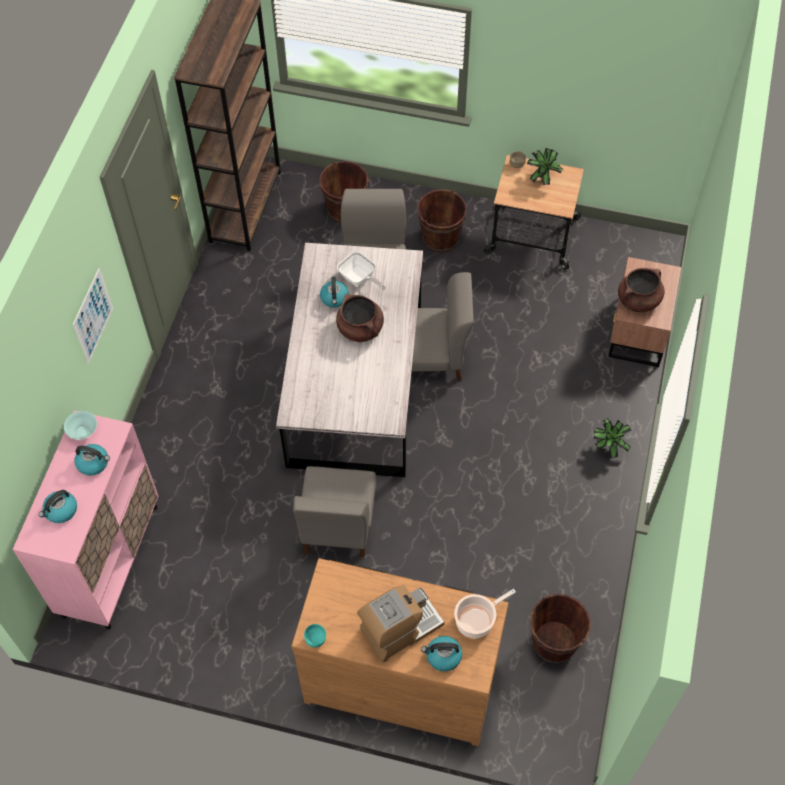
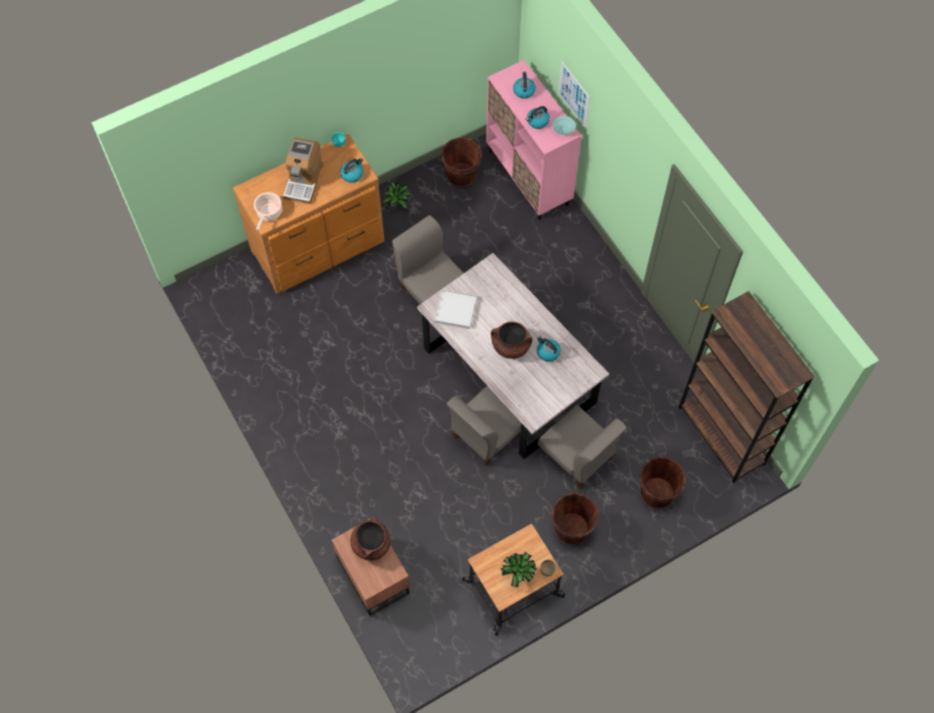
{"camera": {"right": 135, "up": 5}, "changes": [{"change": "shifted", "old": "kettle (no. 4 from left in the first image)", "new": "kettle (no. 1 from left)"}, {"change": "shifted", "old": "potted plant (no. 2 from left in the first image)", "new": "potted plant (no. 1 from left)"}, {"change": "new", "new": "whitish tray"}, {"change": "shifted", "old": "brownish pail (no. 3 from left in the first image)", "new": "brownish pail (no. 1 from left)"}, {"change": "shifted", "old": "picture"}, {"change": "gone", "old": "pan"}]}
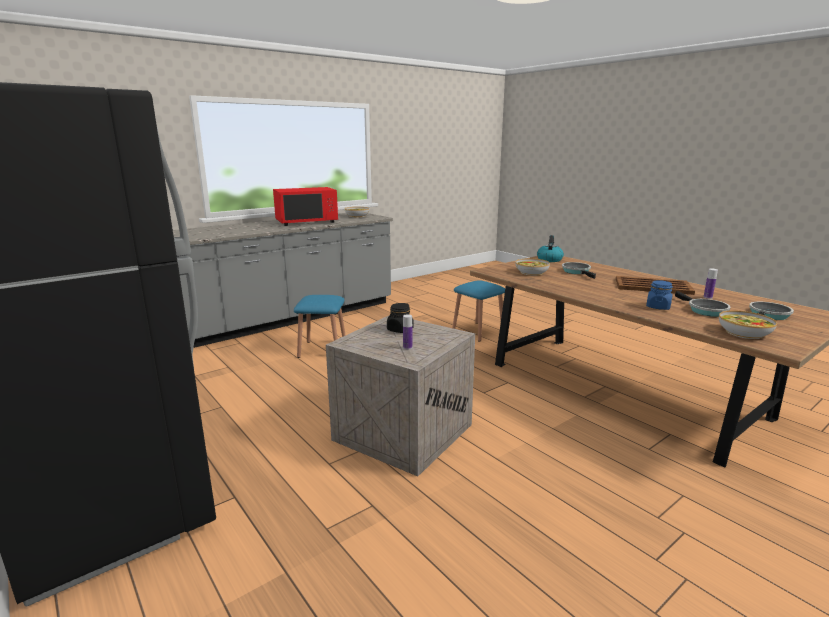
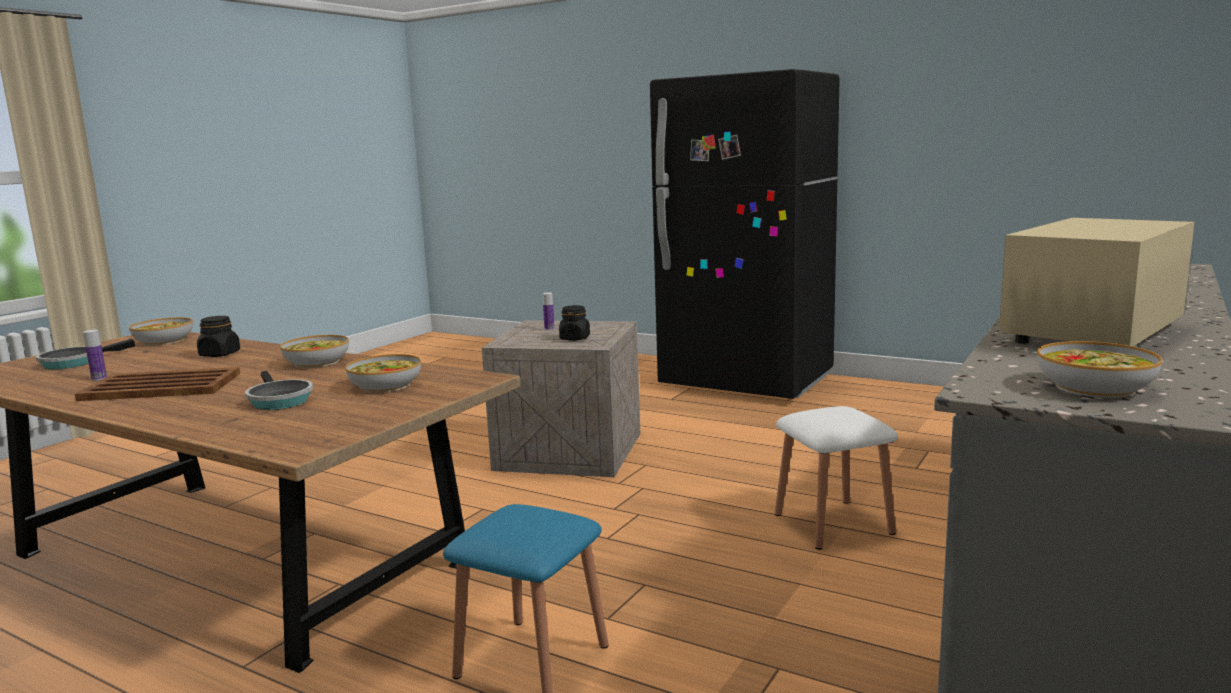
{"camera": {"right": 160, "up": -5}, "changes": [{"change": "repainted", "old": "blue preserve jar", "new": "black preserve jar (no. 1 from left)"}, {"change": "new", "new": "bowl (no. 2 from left)"}, {"change": "repainted", "old": "blue sitting stool (no. 1 from left)", "new": "whitish sitting stool"}, {"change": "repainted", "old": "red-coloured kitchen microwave", "new": "beige-coloured kitchen microwave"}, {"change": "gone", "old": "kettle"}, {"change": "gone", "old": "pan (no. 2 from left)"}]}
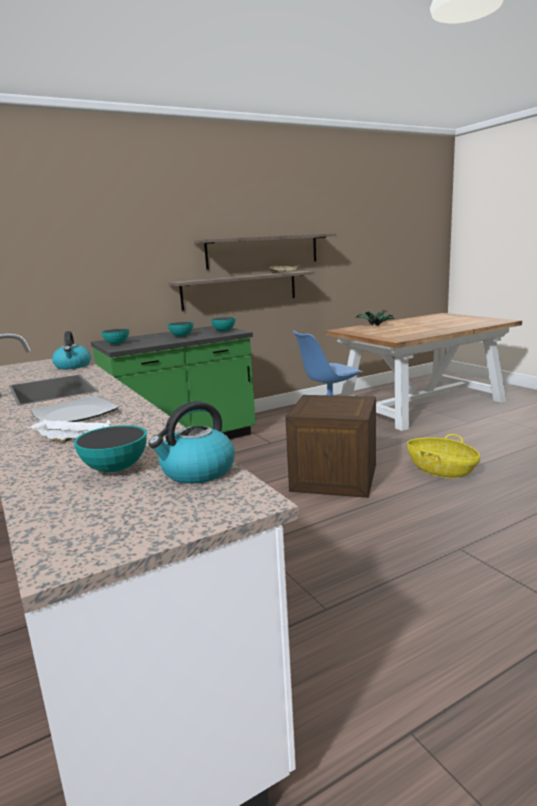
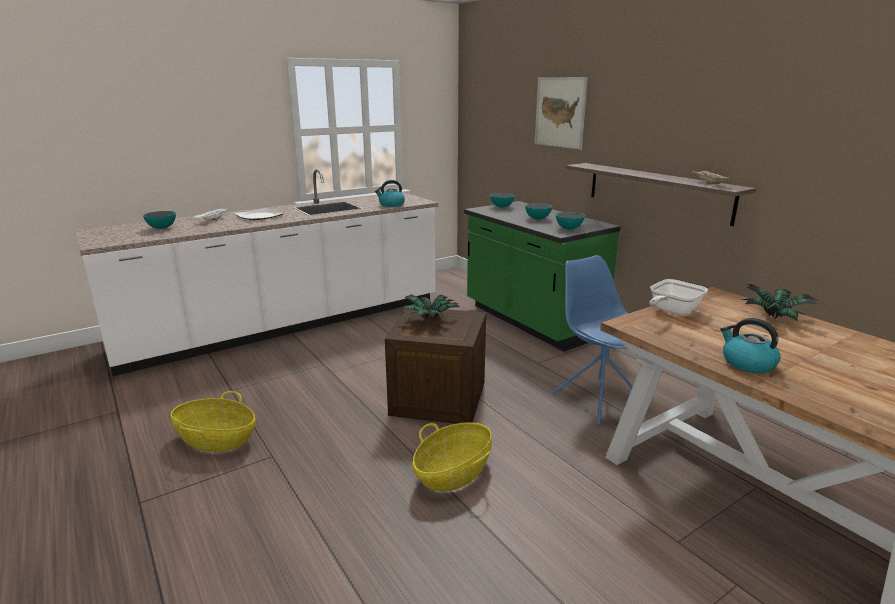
{"camera": {"right": 85, "up": 5}, "changes": [{"change": "new", "new": "household basket (no. 1 from left)"}, {"change": "new", "new": "potted plant (no. 1 from left)"}, {"change": "new", "new": "picture"}, {"change": "new", "new": "pan"}, {"change": "shifted", "old": "kettle (no. 2 from left)"}, {"change": "gone", "old": "wall shelf (no. 2 from left)"}]}
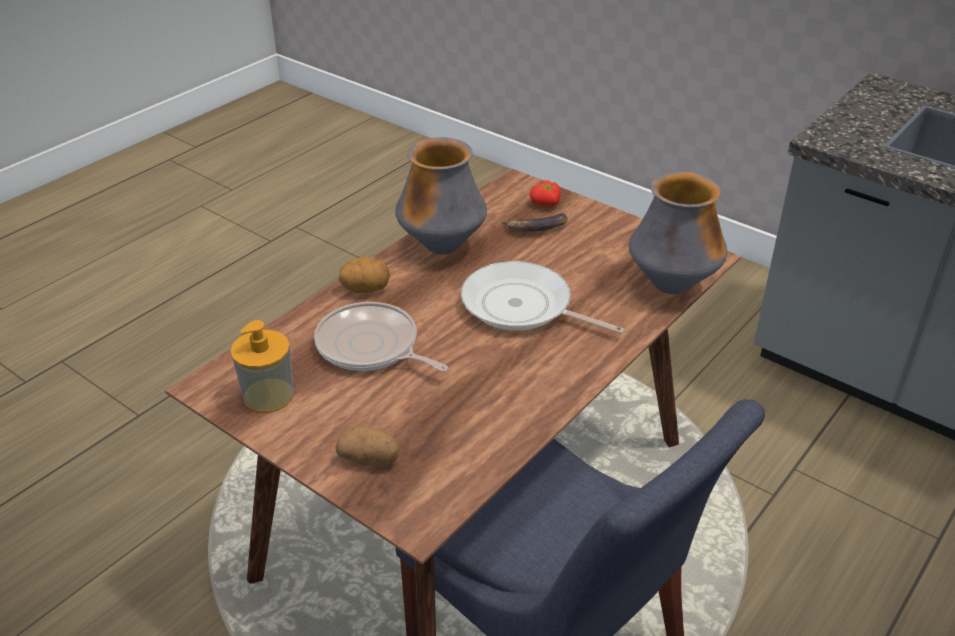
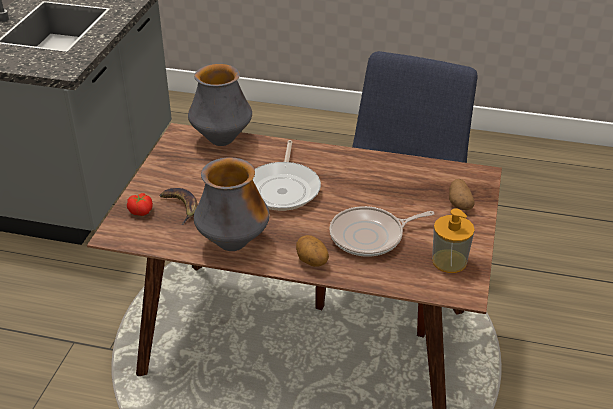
{"camera": {"right": -115, "up": 0}, "changes": [{"change": "rotated", "old": "pan (no. 1 from left in the first image)", "degrees": 60}]}
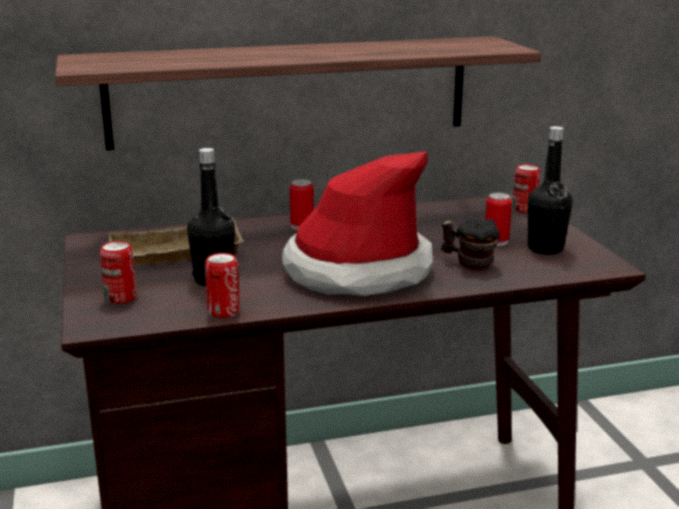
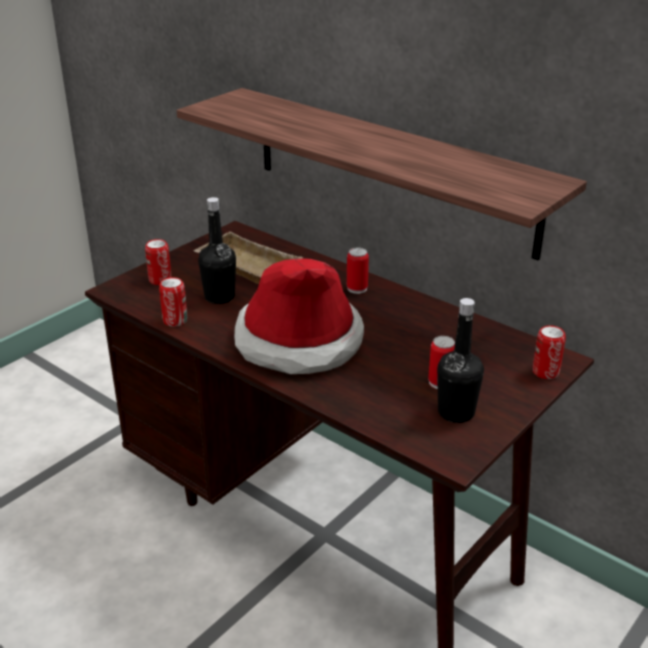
{"camera": {"right": 55, "up": 10}, "changes": [{"change": "gone", "old": "coffee mug"}]}
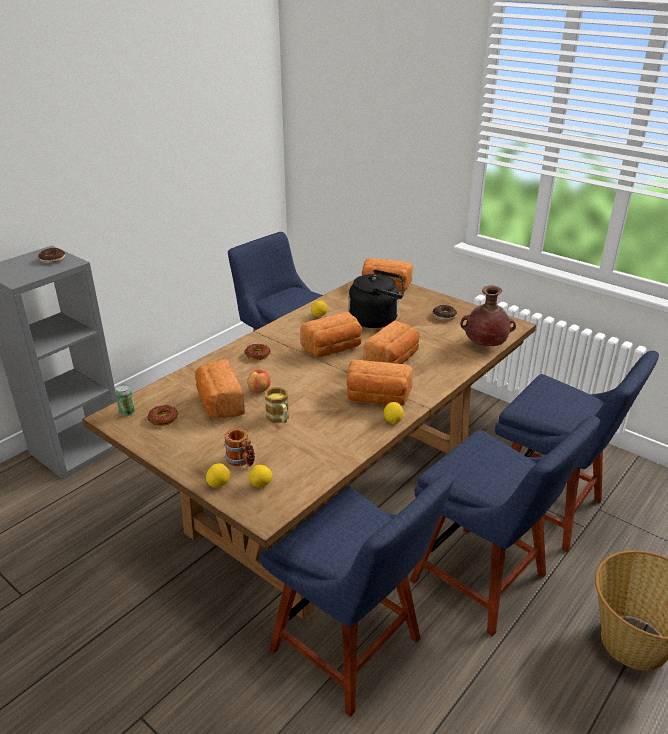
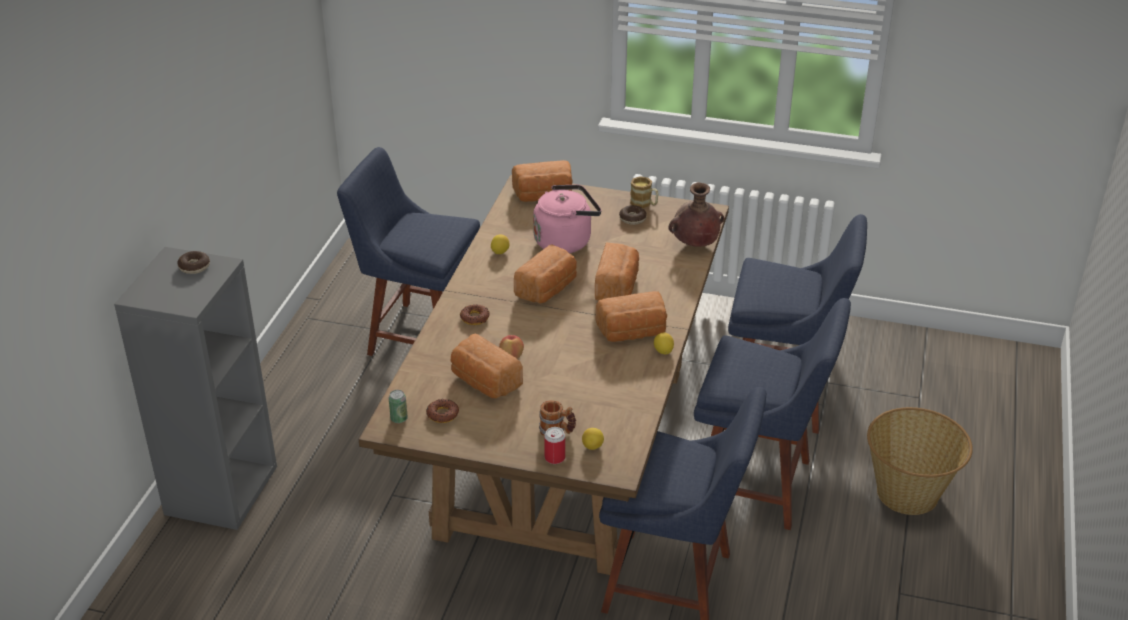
{"camera": {"right": -25, "up": 5}, "changes": [{"change": "repainted", "old": "black kettle", "new": "pink-coloured kettle"}, {"change": "swapped", "old": "whole lemon (no. 1 from left)", "new": "can (no. 2 from left)"}, {"change": "shifted", "old": "coffee mug (no. 2 from left)"}]}
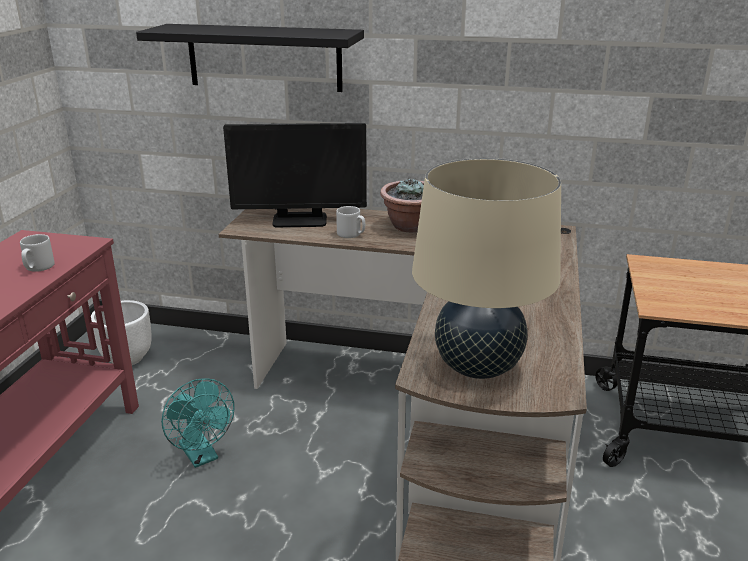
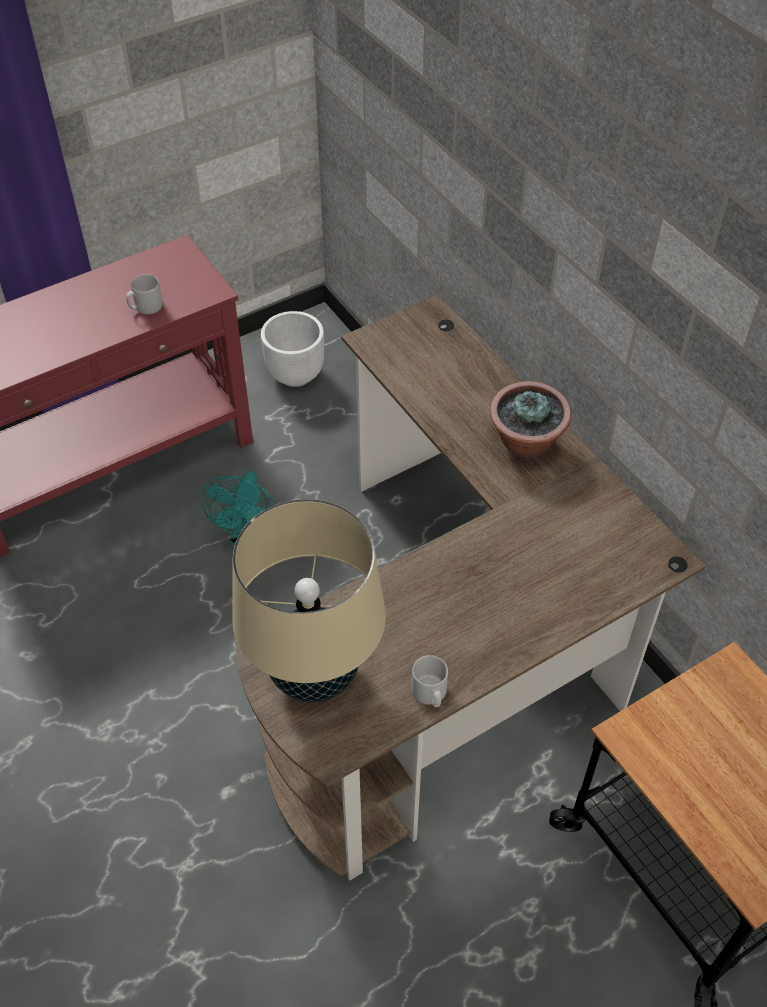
{"camera": {"right": 45, "up": 25}, "changes": [{"change": "shifted", "old": "gray coffee mug (no. 2 from left)"}, {"change": "gone", "old": "black wall shelf"}, {"change": "gone", "old": "monitor"}]}
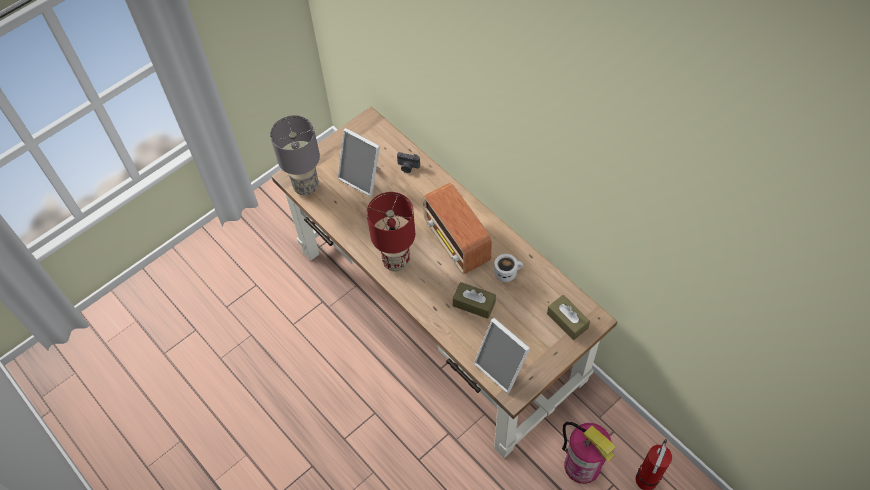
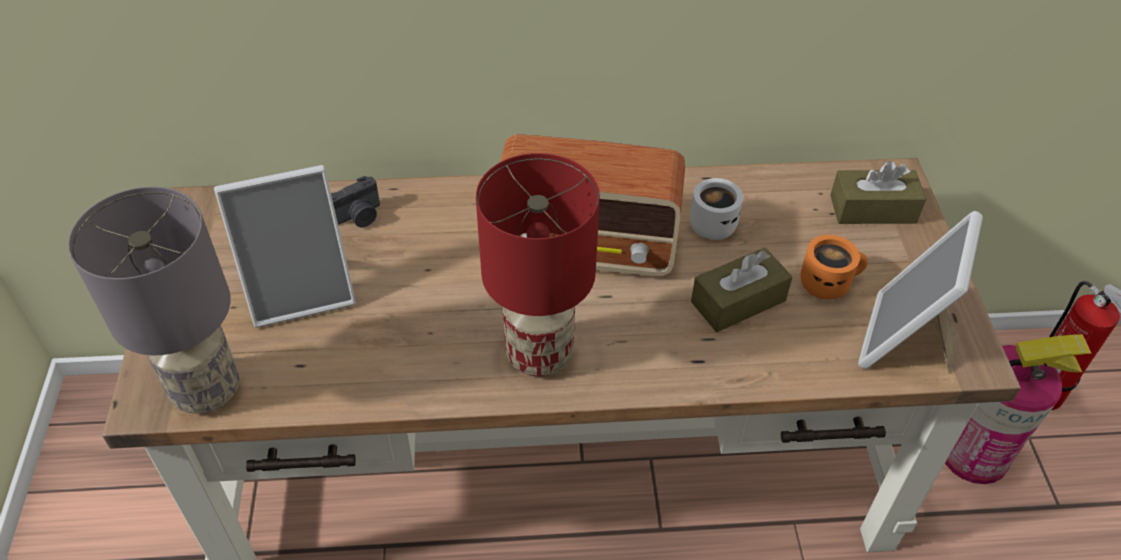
{"camera": {"right": -55, "up": -10}, "changes": [{"change": "new", "new": "orangey coffee mug"}, {"change": "rotated", "old": "standing frame (no. 2 from left)", "degrees": 120}]}
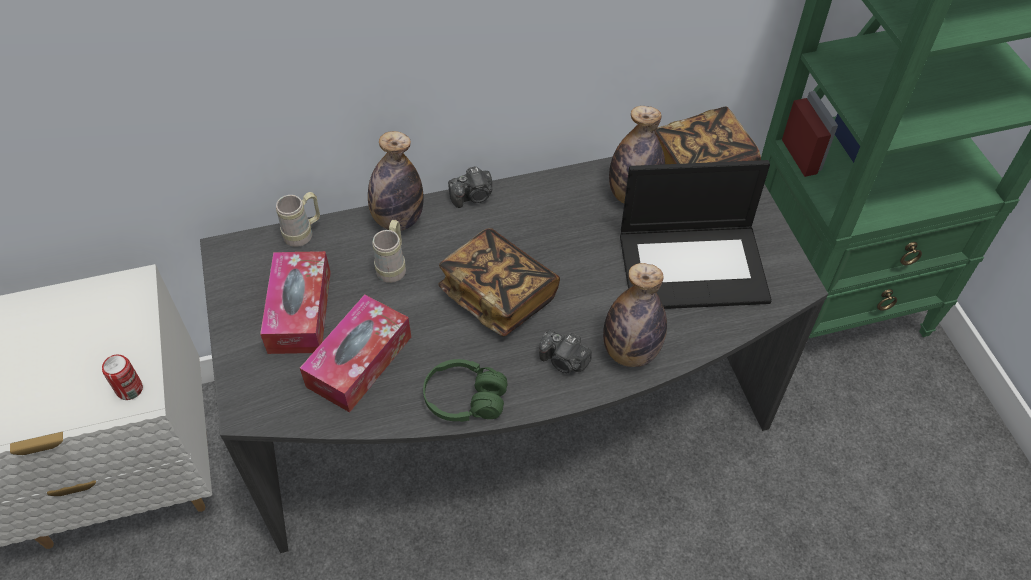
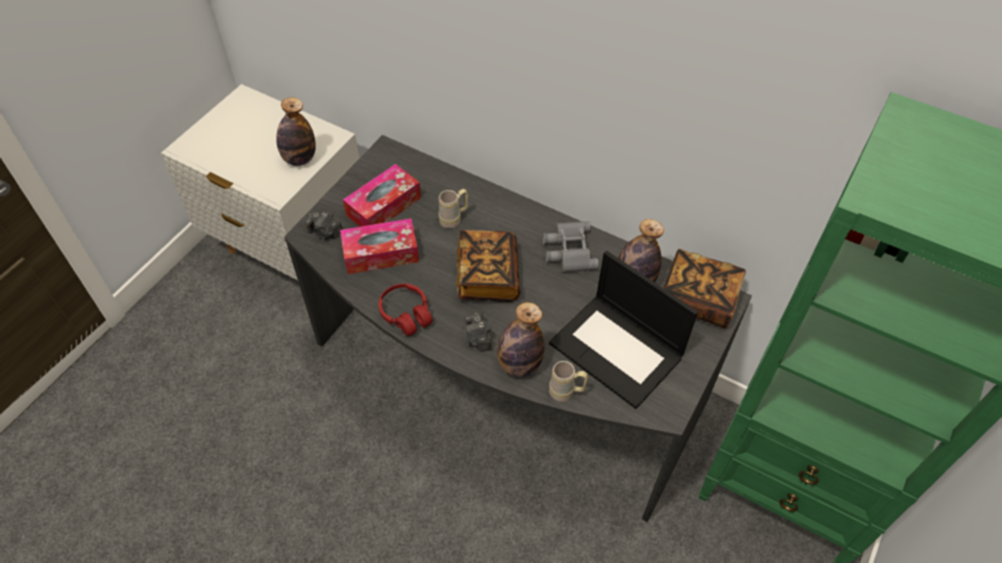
{"camera": {"right": 45, "up": 0}, "changes": [{"change": "shifted", "old": "beverage bottle (no. 1 from left)"}, {"change": "shifted", "old": "still camera (no. 1 from left)"}, {"change": "repainted", "old": "greenish pair of headphones", "new": "red-coloured pair of headphones"}, {"change": "new", "new": "gray field glasses"}, {"change": "shifted", "old": "beige-coloured coffee mug (no. 1 from left in the first image)", "new": "beige-coloured coffee mug (no. 2 from left)"}, {"change": "gone", "old": "can"}]}
